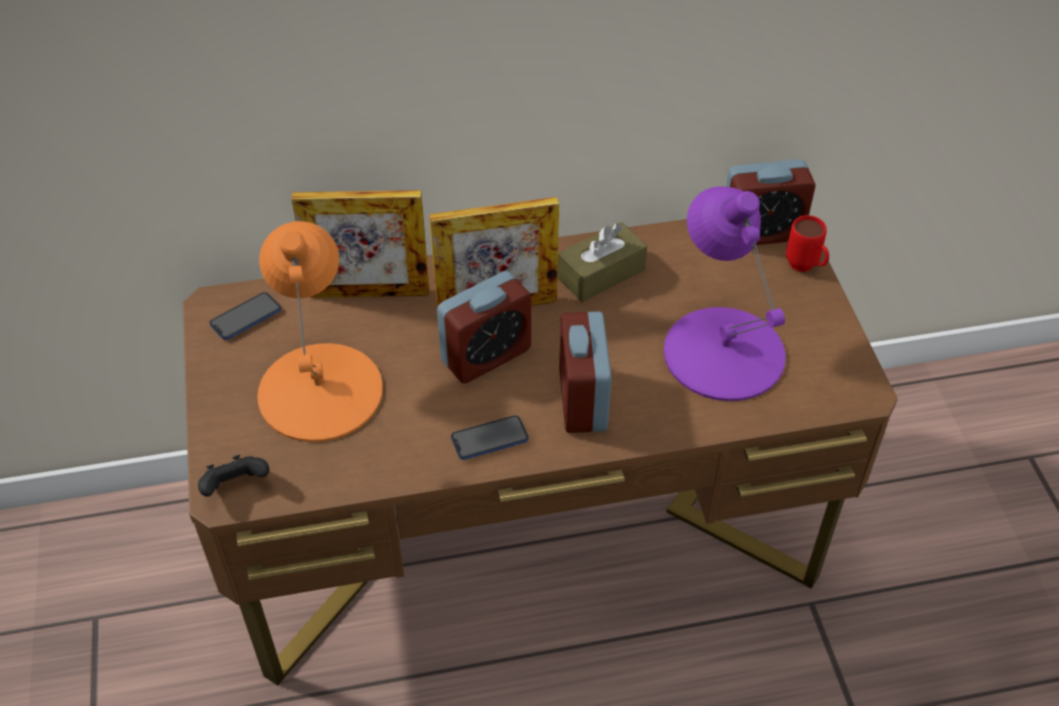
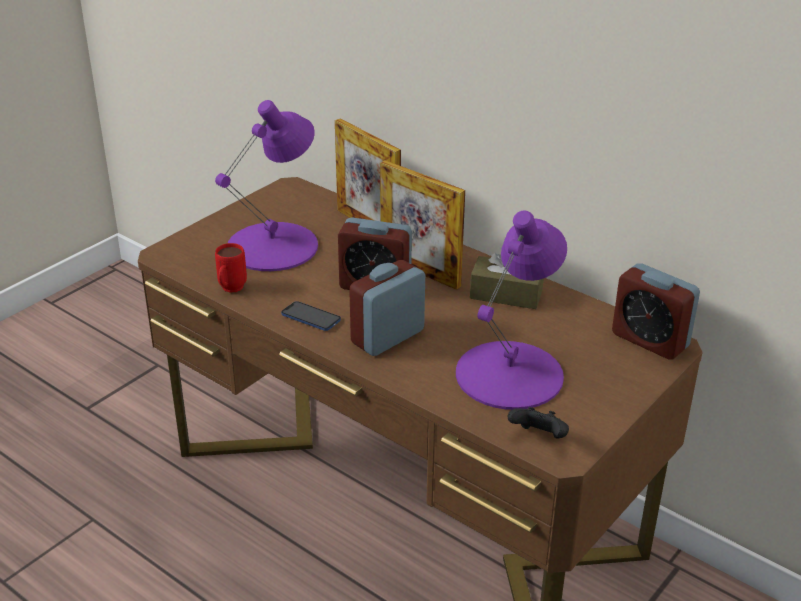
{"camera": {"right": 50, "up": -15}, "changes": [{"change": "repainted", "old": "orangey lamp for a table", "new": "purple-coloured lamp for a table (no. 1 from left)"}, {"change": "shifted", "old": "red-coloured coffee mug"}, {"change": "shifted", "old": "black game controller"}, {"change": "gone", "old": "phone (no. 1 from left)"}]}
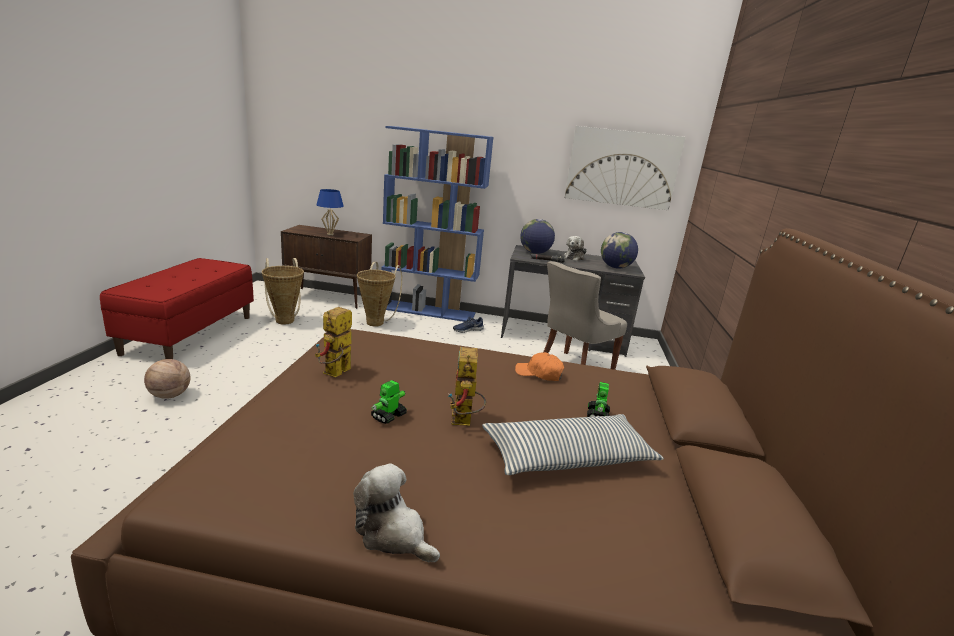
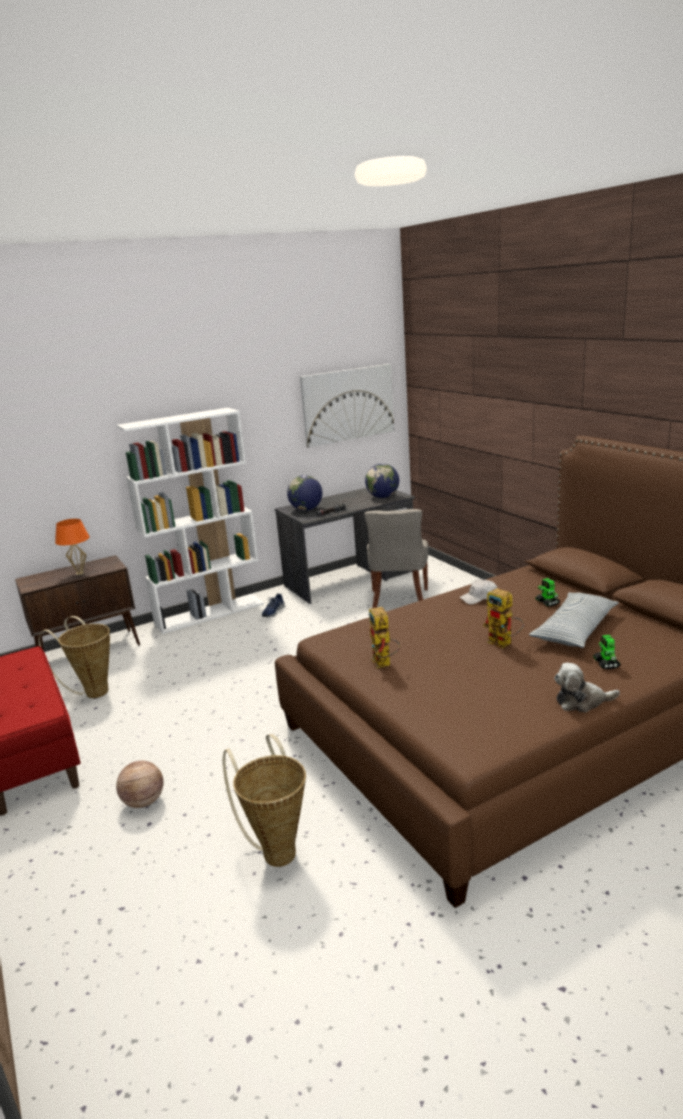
{"camera": {"right": -35, "up": 0}, "changes": [{"change": "repainted", "old": "blue lamp for a table", "new": "orangey lamp for a table"}, {"change": "repainted", "old": "blue shelving unit", "new": "whitish shelving unit"}, {"change": "shifted", "old": "household basket (no. 2 from left)"}, {"change": "repainted", "old": "orangey cap", "new": "whitish cap"}, {"change": "shifted", "old": "toy robot (no. 2 from left in the first image)", "new": "toy robot (no. 4 from left)"}, {"change": "gone", "old": "cuddly toy (no. 2 from left)"}]}
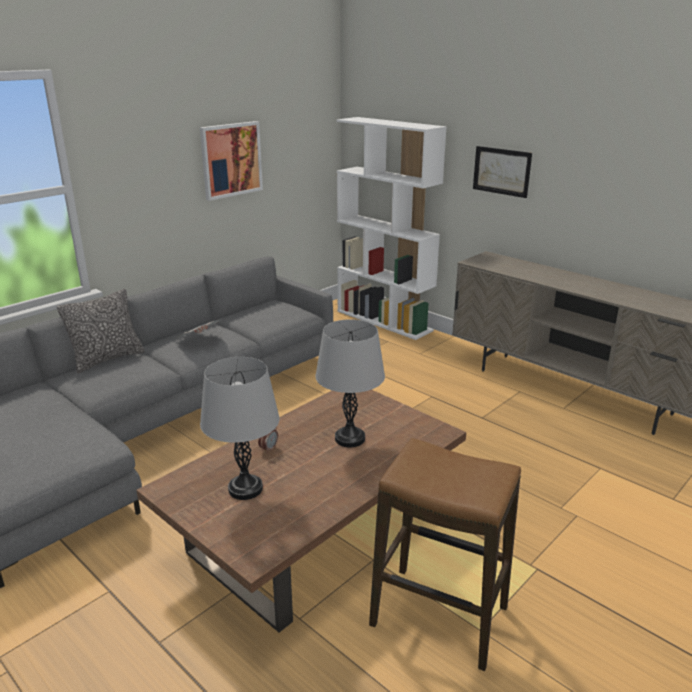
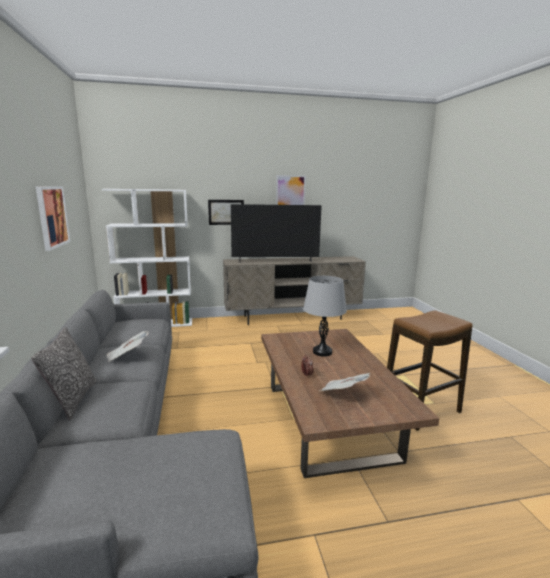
{"camera": {"right": -55, "up": -10}, "changes": [{"change": "new", "new": "TV"}, {"change": "new", "new": "picture (no. 3 from left)"}, {"change": "swapped", "old": "gray lamp for a table (no. 1 from left)", "new": "newspaper (no. 2 from left)"}]}
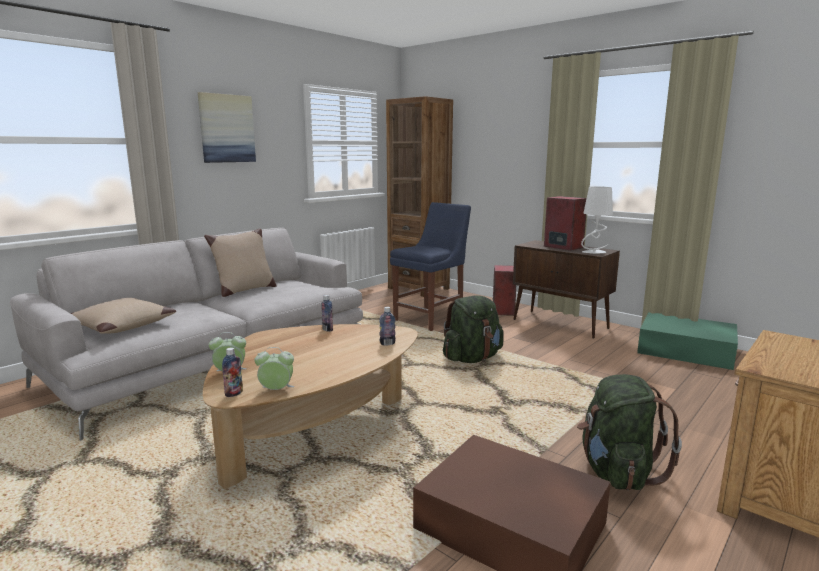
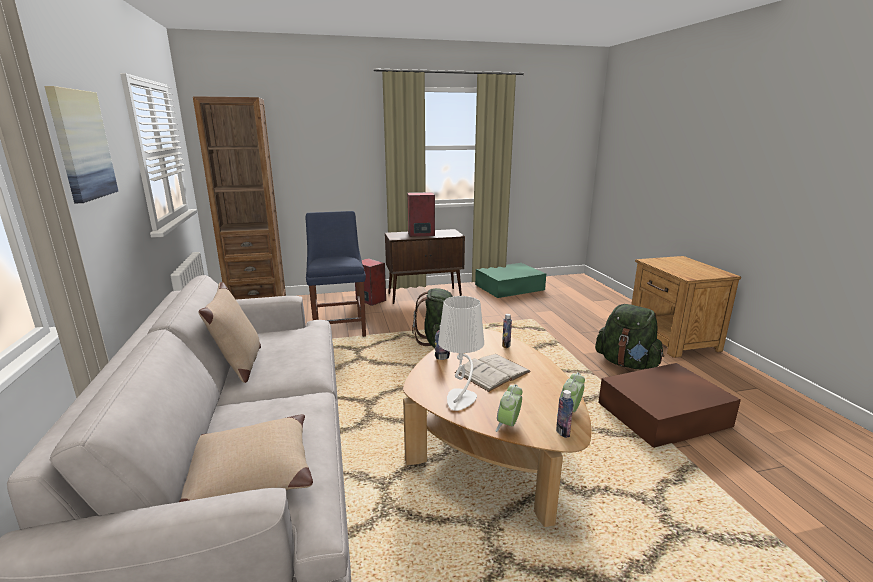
{"camera": {"right": -55, "up": 5}, "changes": [{"change": "shifted", "old": "whitish lamp for a table"}, {"change": "new", "new": "whitish book"}]}
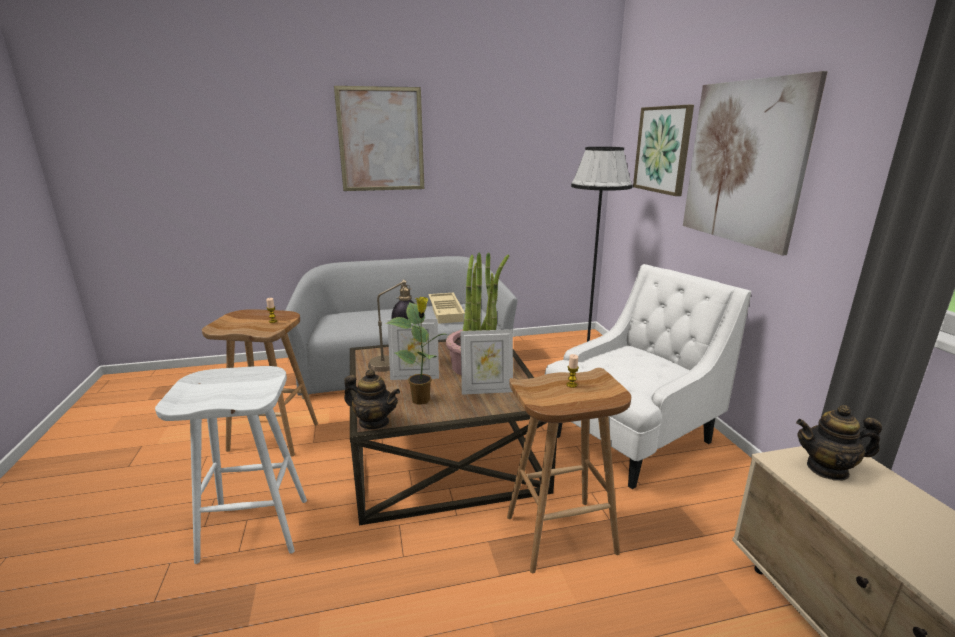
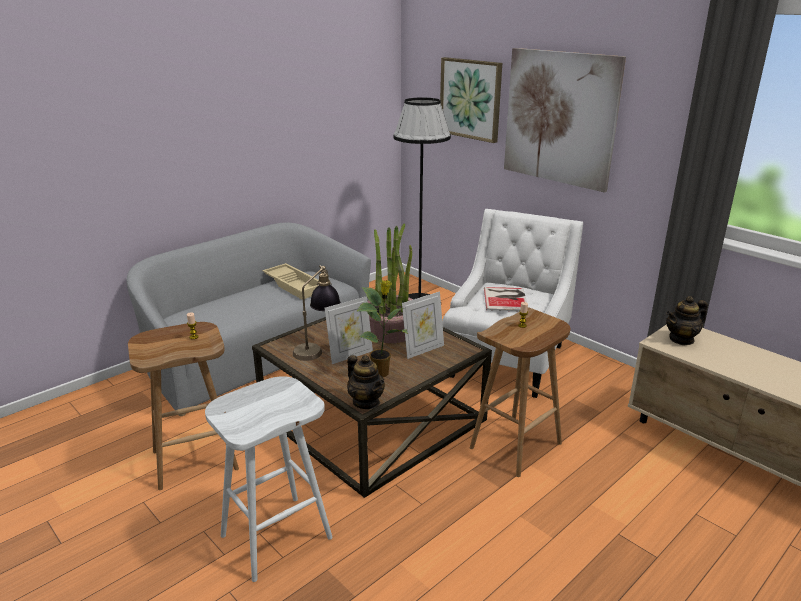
{"camera": {"right": -30, "up": 5}, "changes": [{"change": "rotated", "old": "pot for tea (no. 1 from left)", "degrees": 60}, {"change": "new", "new": "book"}, {"change": "gone", "old": "picture (no. 1 from left)"}]}
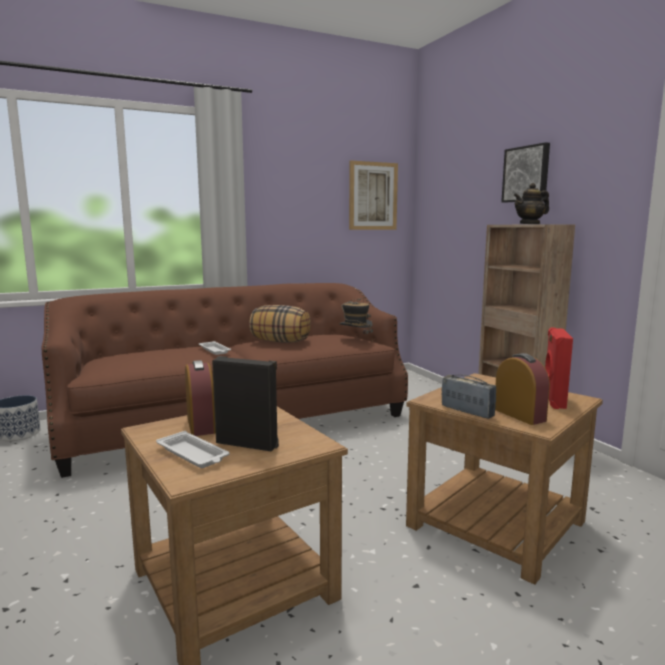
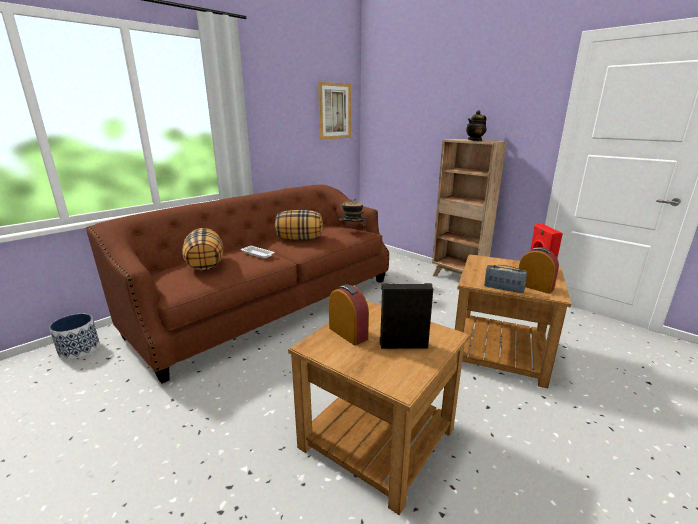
{"camera": {"right": -20, "up": 10}, "changes": [{"change": "new", "new": "pillow (no. 1 from left)"}, {"change": "gone", "old": "whitish tray (no. 1 from left)"}, {"change": "gone", "old": "picture (no. 2 from left)"}]}
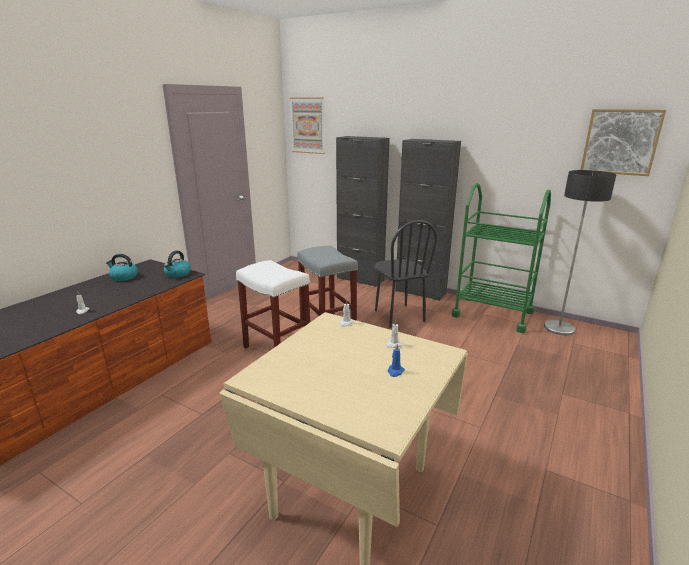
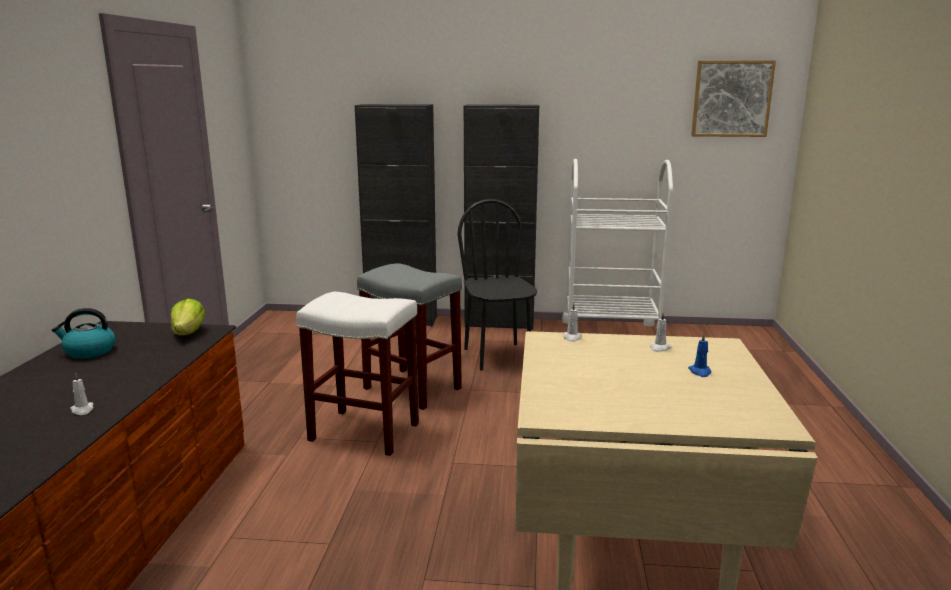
{"camera": {"right": -25, "up": -5}, "changes": [{"change": "swapped", "old": "kettle (no. 2 from left)", "new": "lettuce"}, {"change": "rotated", "old": "black chair", "degrees": -150}, {"change": "repainted", "old": "greenish trolley", "new": "whitish trolley"}, {"change": "gone", "old": "picture (no. 1 from left)"}, {"change": "gone", "old": "floor lamp"}]}
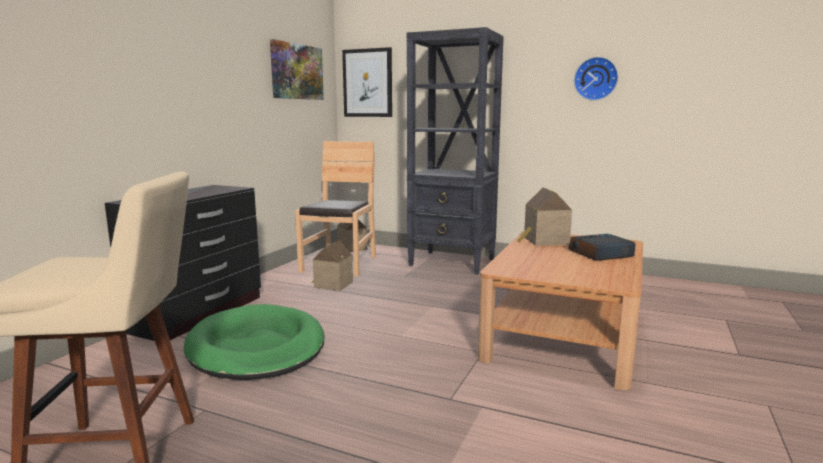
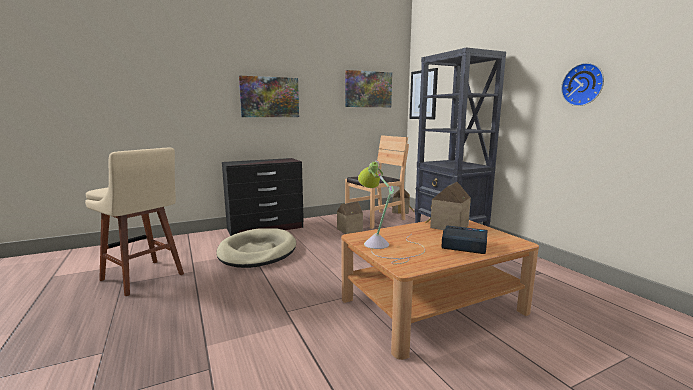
{"camera": {"right": 40, "up": 0}, "changes": [{"change": "repainted", "old": "greenish dog bed", "new": "beige-coloured dog bed"}, {"change": "new", "new": "picture (no. 1 from left)"}, {"change": "new", "new": "lamp for a table"}]}
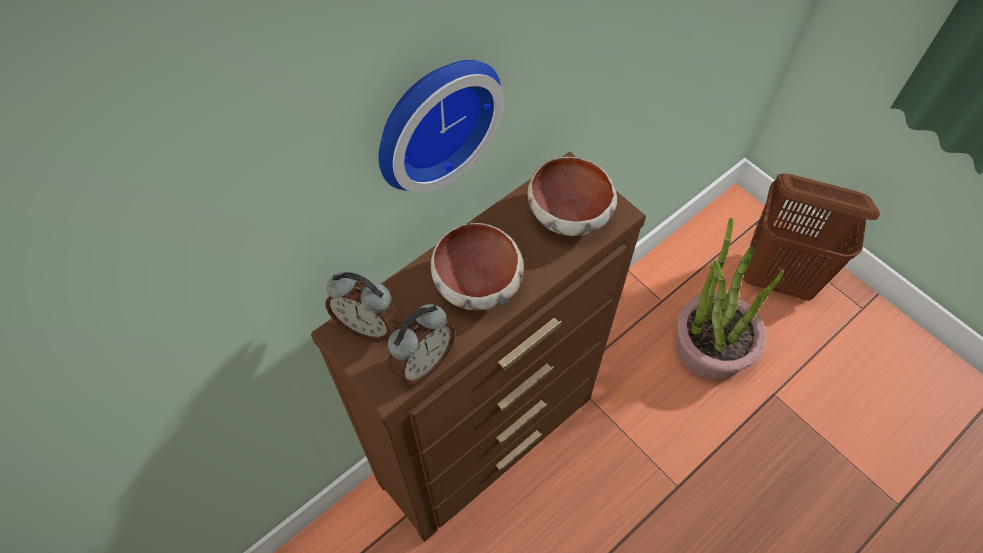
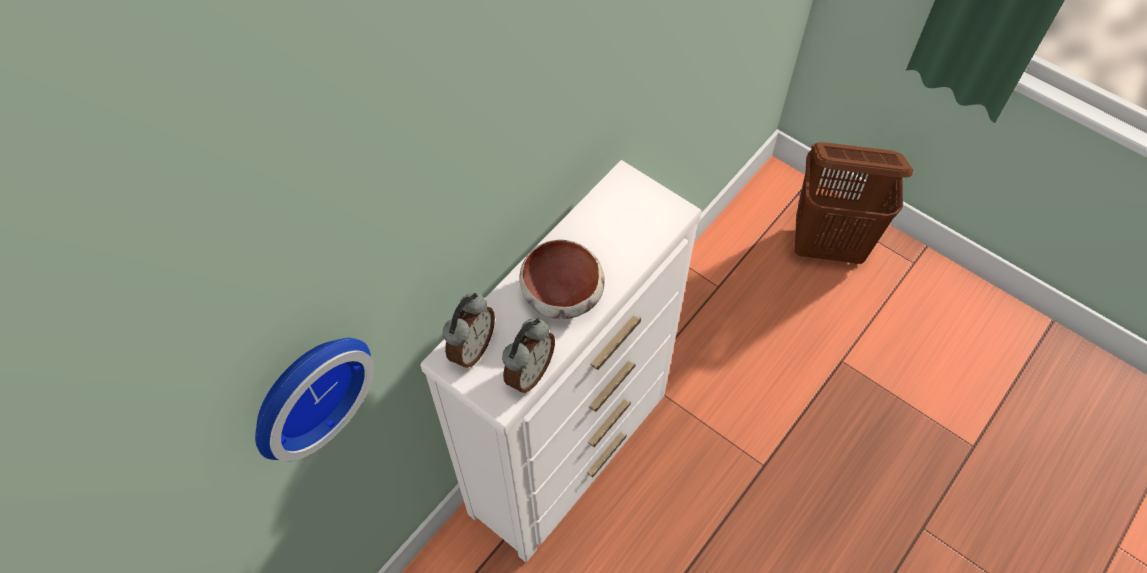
{"camera": {"right": -10, "up": 0}, "changes": [{"change": "shifted", "old": "clock on the wall"}, {"change": "repainted", "old": "brownish chest of drawers", "new": "whitish chest of drawers"}, {"change": "rotated", "old": "alarm clock (no. 1 from left)", "degrees": -75}, {"change": "gone", "old": "bowl (no. 2 from left)"}, {"change": "gone", "old": "potted plant"}]}
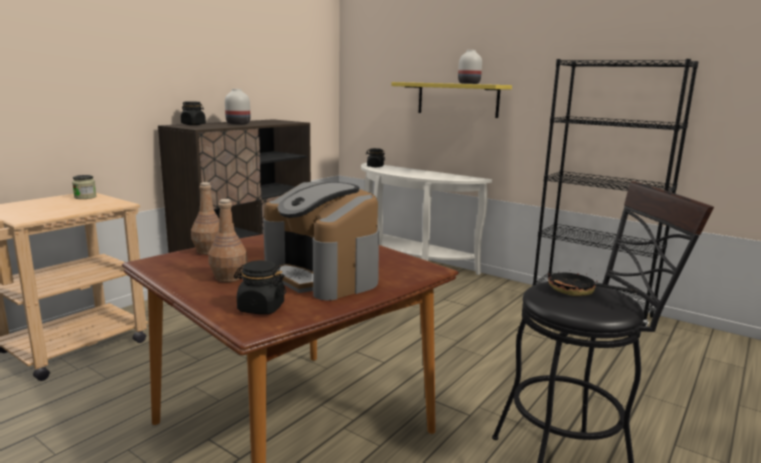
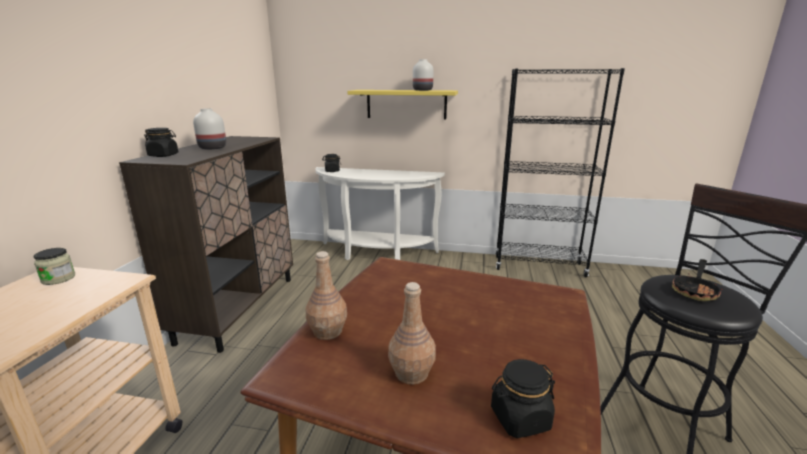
{"camera": {"right": -25, "up": 5}, "changes": [{"change": "rotated", "old": "pan", "degrees": -75}, {"change": "gone", "old": "coffee brewer"}]}
